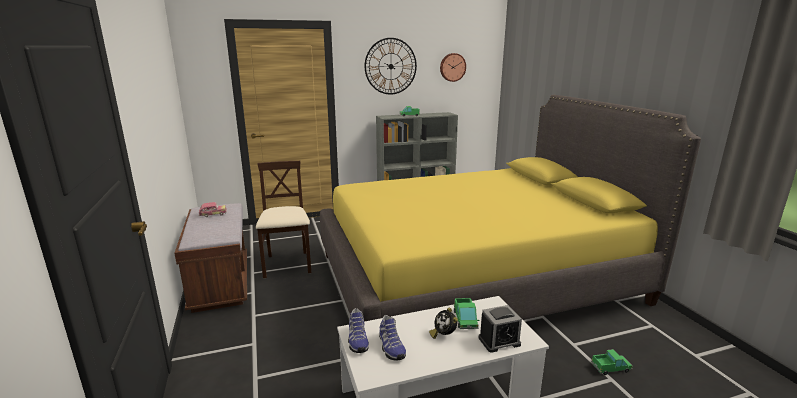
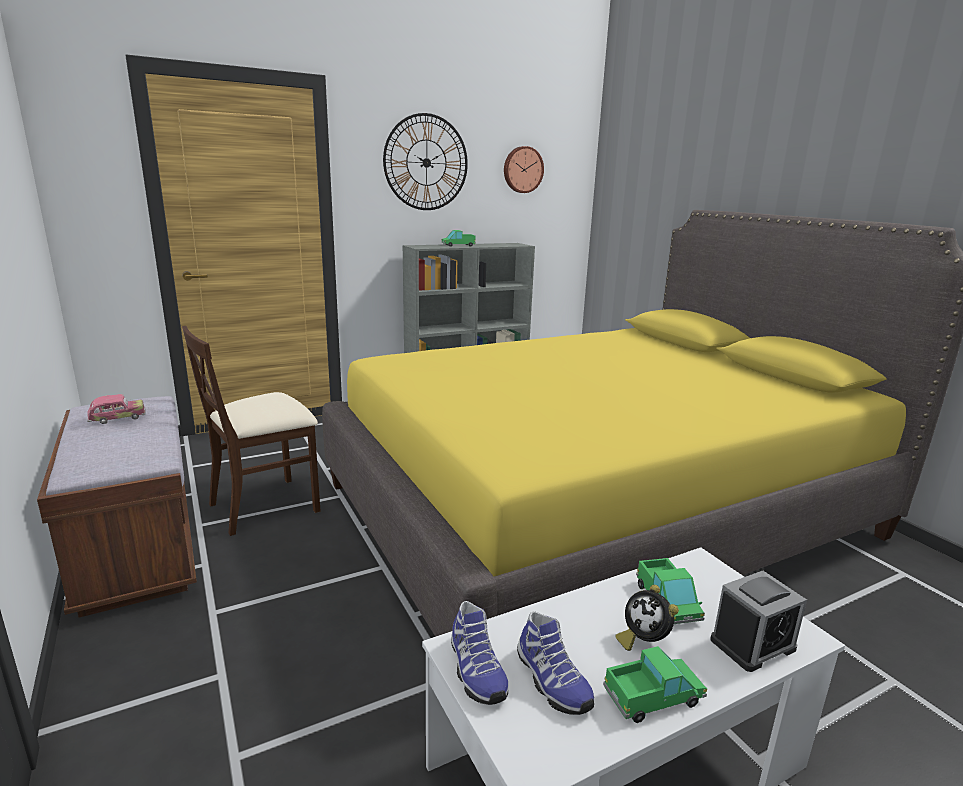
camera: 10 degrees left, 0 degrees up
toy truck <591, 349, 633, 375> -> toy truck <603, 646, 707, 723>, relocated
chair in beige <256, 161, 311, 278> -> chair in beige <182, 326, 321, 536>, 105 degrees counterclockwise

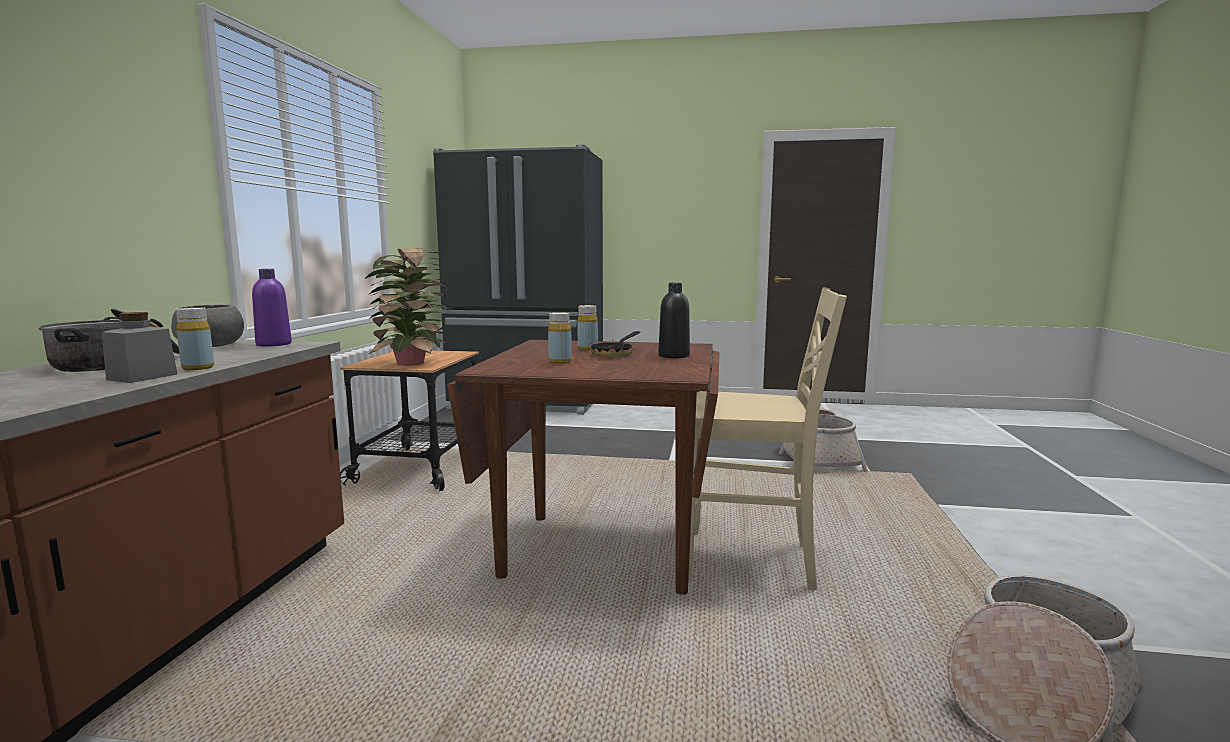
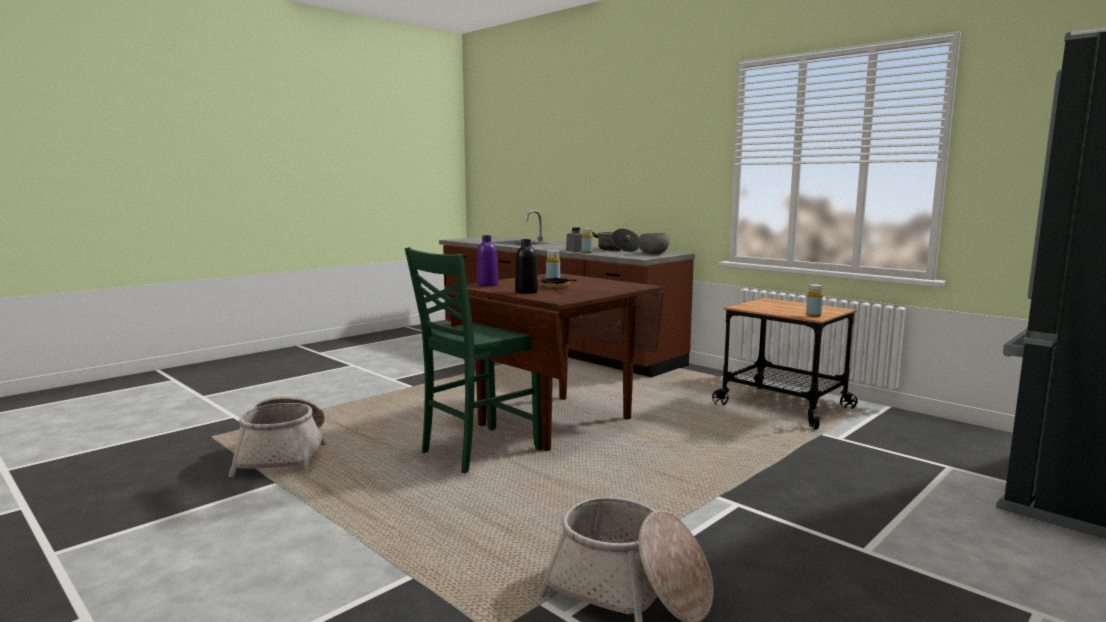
camera: 125 degrees right, 0 degrees up
potted plant <365, 248, 449, 366> -> none
bottle in purple <252, 269, 292, 347> -> bottle in purple <477, 235, 498, 286>, relocated
bottle in yellow-coloured <577, 305, 598, 350> -> bottle in yellow-coloured <806, 284, 823, 317>, relocated
chair in beige <688, 287, 847, 590> -> chair in green-coloured <405, 247, 542, 473>

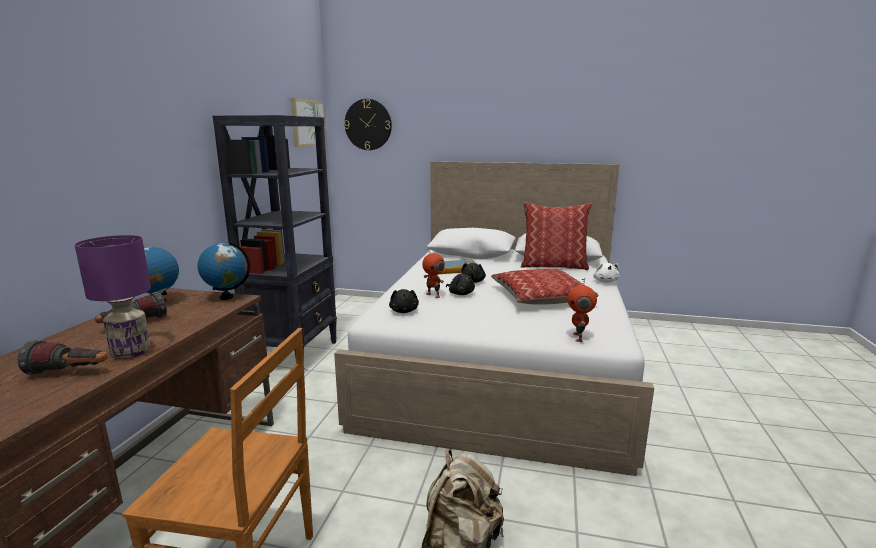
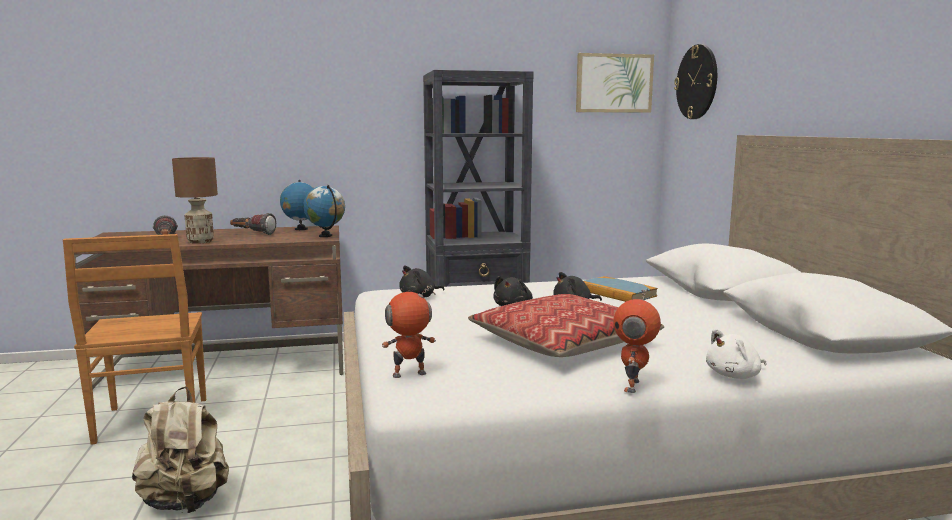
camera: 65 degrees right, 5 degrees down
cushion <521, 202, 592, 270> -> none
robot figure <422, 249, 445, 298> -> robot figure <613, 289, 661, 393>, relocated
tabletop lamp in purple <75, 235, 151, 359> -> tabletop lamp in brown <172, 157, 218, 244>

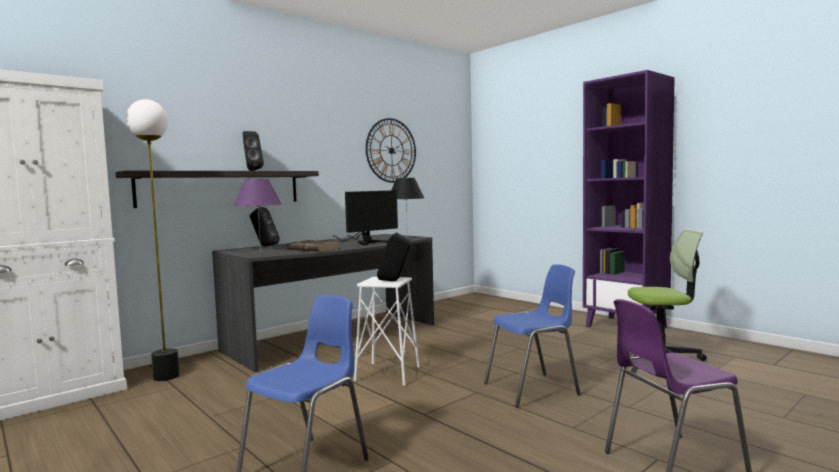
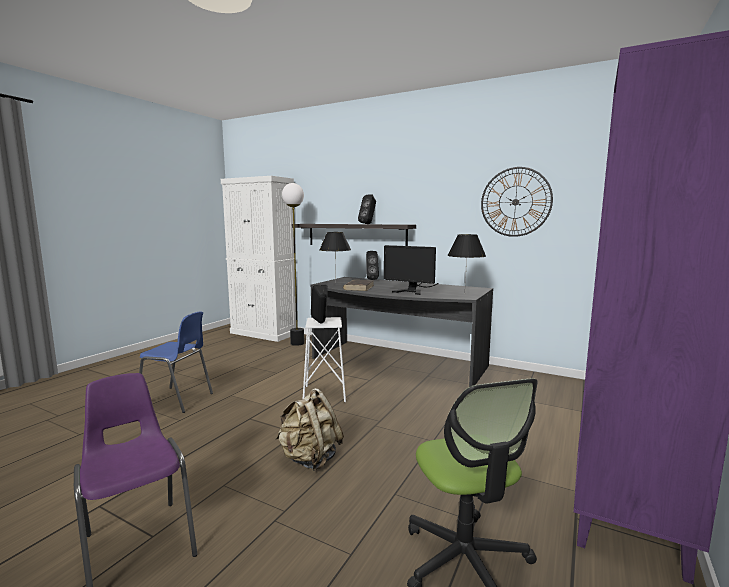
camera: 70 degrees right, 5 degrees up
chair in bluish <484, 264, 580, 408> -> backpack in beige <275, 388, 344, 471>
tabletop lamp in purple <234, 179, 281, 253> -> tabletop lamp in blackish <319, 232, 351, 283>

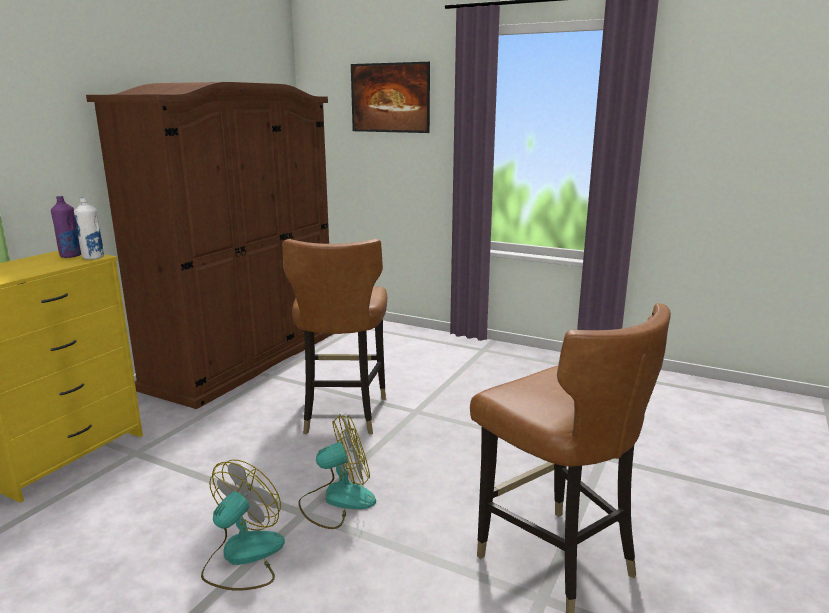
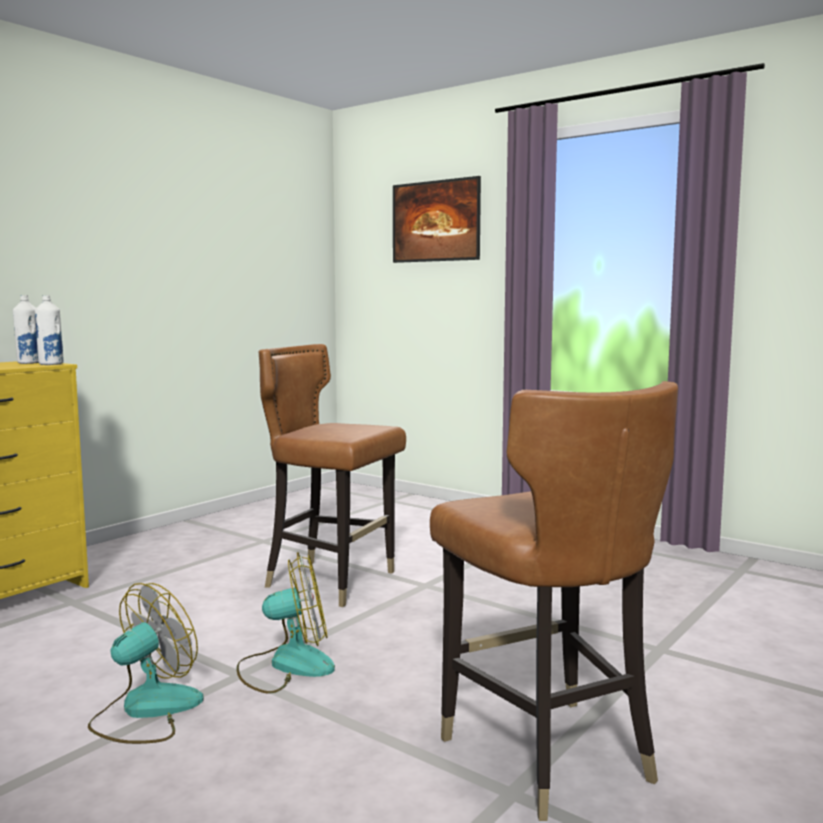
camera: 10 degrees right, 10 degrees down
clothes cupboard in brown <86, 82, 333, 409> -> none
bottle in purple <51, 196, 81, 258> -> bottle in white <13, 295, 39, 364>
chair in brown <282, 239, 387, 435> -> chair in brown <258, 344, 406, 607>, 105 degrees clockwise

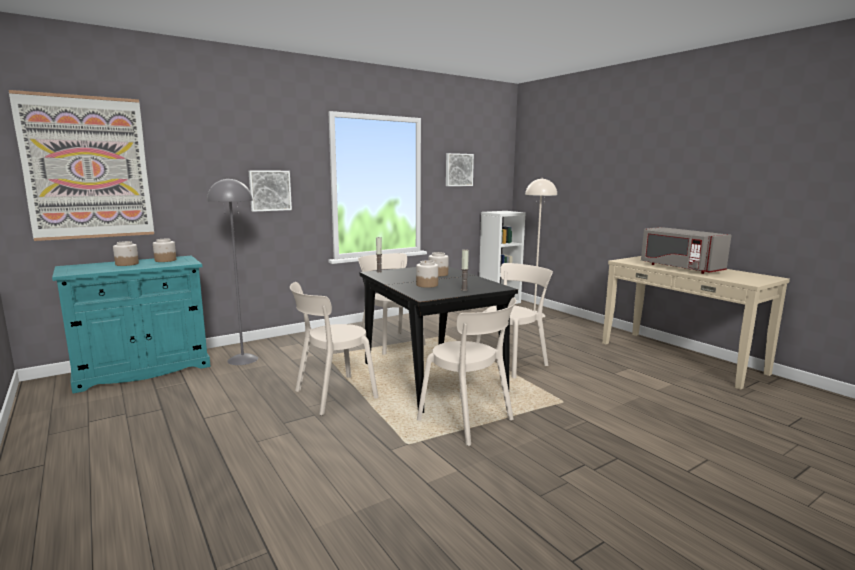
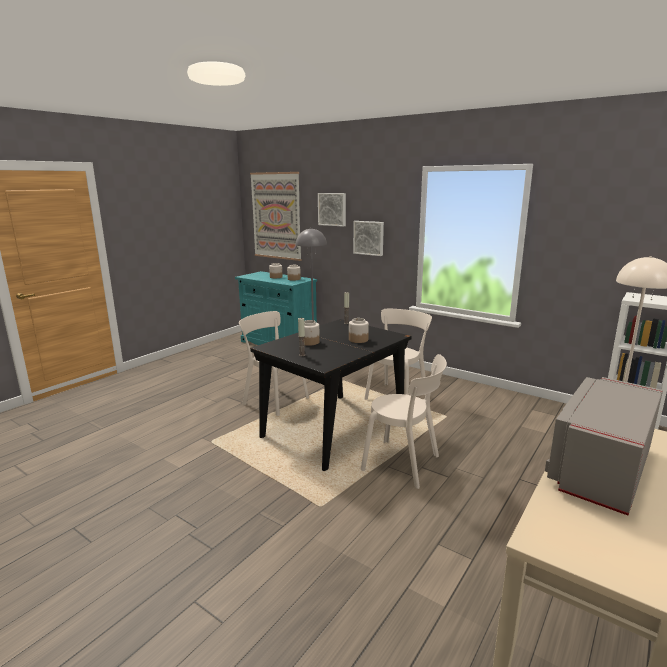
camera: 70 degrees right, 5 degrees up
chair in beige <417, 298, 516, 446> -> none
wall picture <446, 153, 474, 186> -> wall picture <318, 193, 346, 227>, relocated

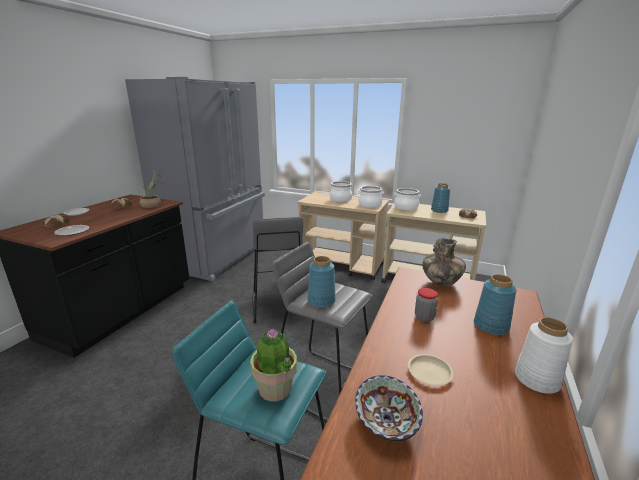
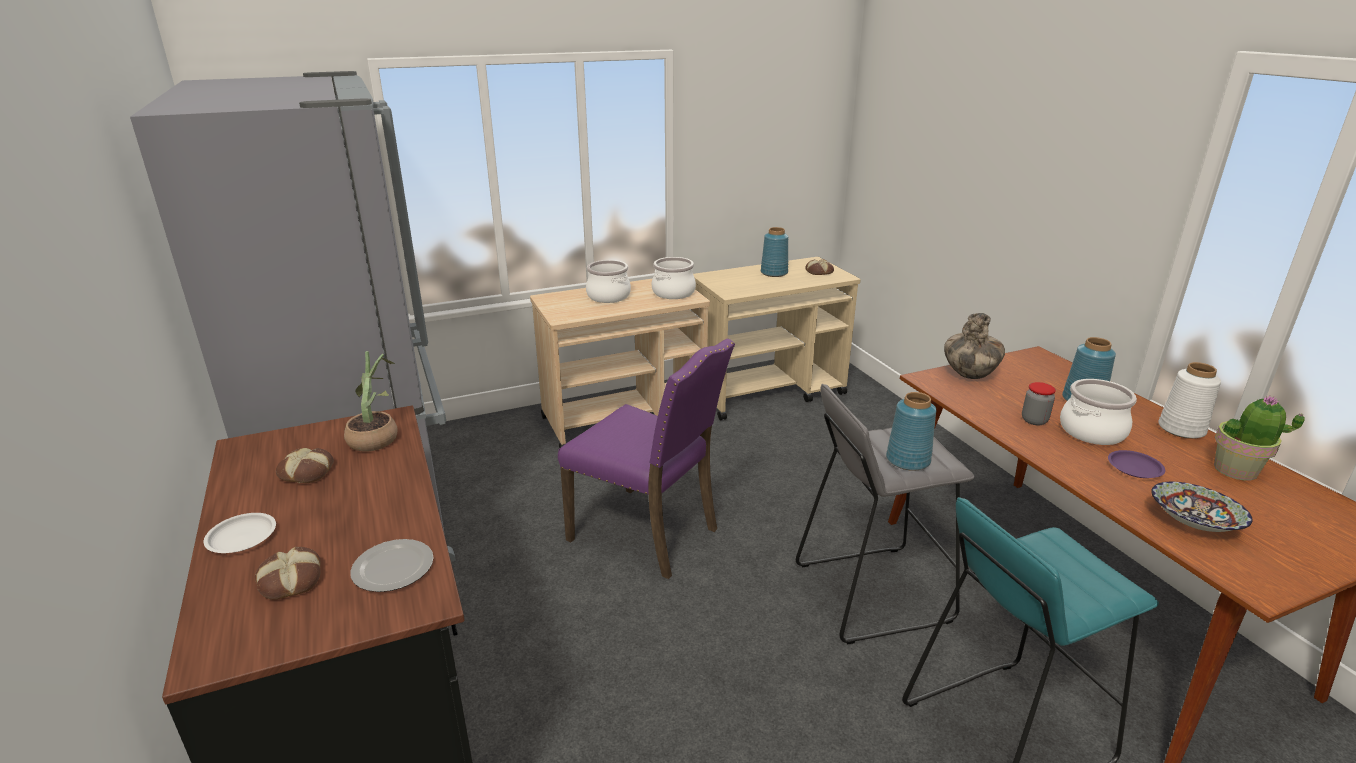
camera: 45 degrees left, 5 degrees up
potted plant <250, 328, 297, 401> -> potted plant <1214, 396, 1305, 480>, relocated
cooking pot <394, 188, 421, 210> -> cooking pot <1060, 379, 1137, 445>, relocated
stool seat in grey <252, 217, 308, 323> -> chair in purple <558, 338, 735, 579>
flat dish in beige <408, 354, 454, 385> -> flat dish in purple <1108, 450, 1165, 478>

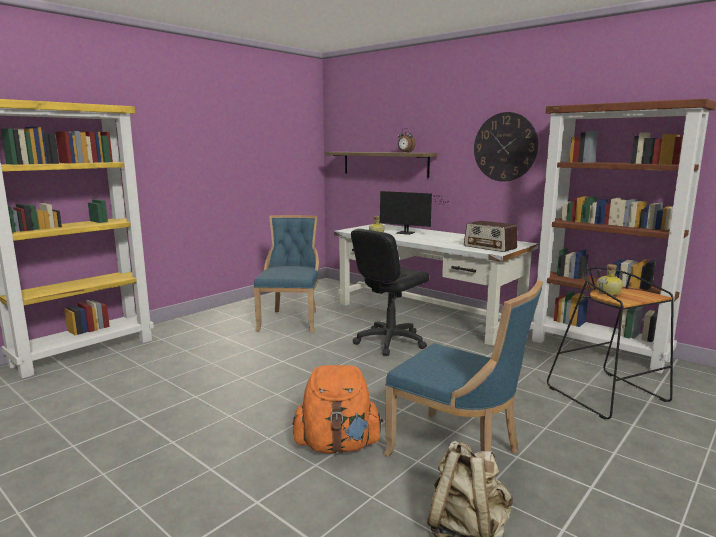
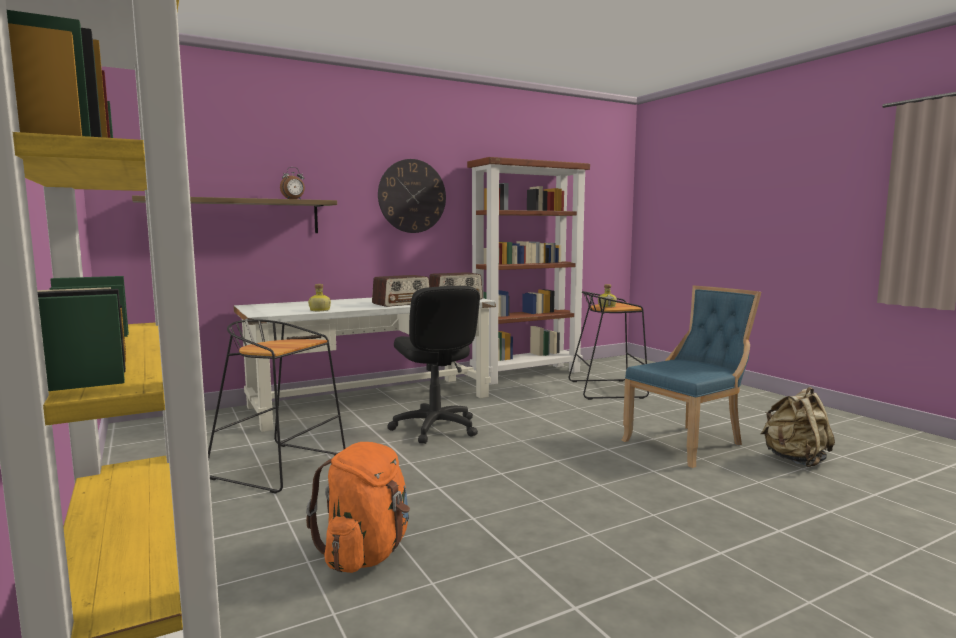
camera: 70 degrees left, 5 degrees down
monitor <380, 191, 446, 235> -> none
none -> radio set <372, 275, 430, 307>
backpack in orange-coloured <293, 365, 383, 454> -> backpack in orange-coloured <306, 442, 410, 573>, relocated
chair in bluish <254, 215, 319, 333> -> stool seat in blackish <208, 319, 346, 494>

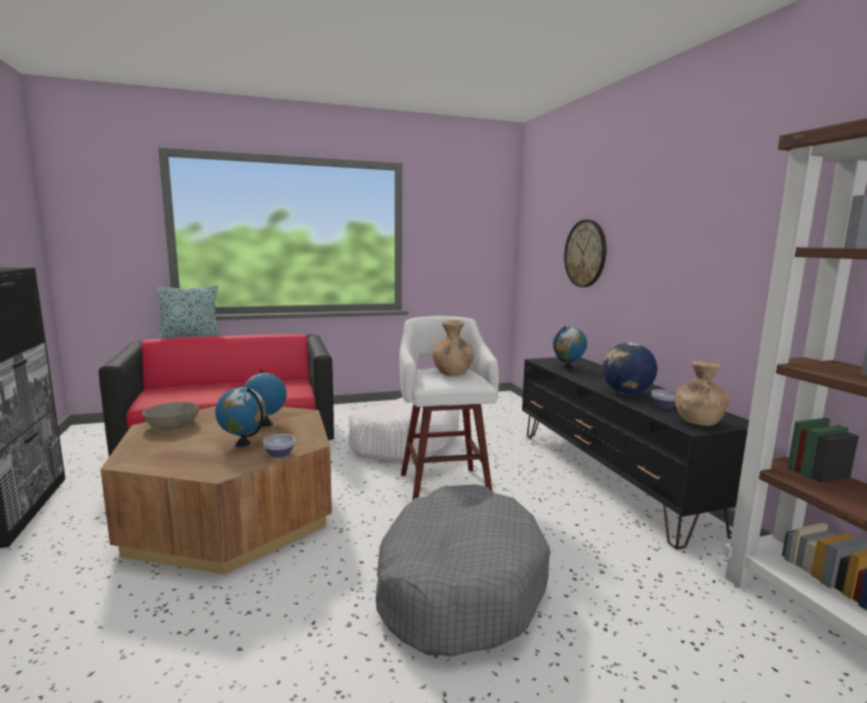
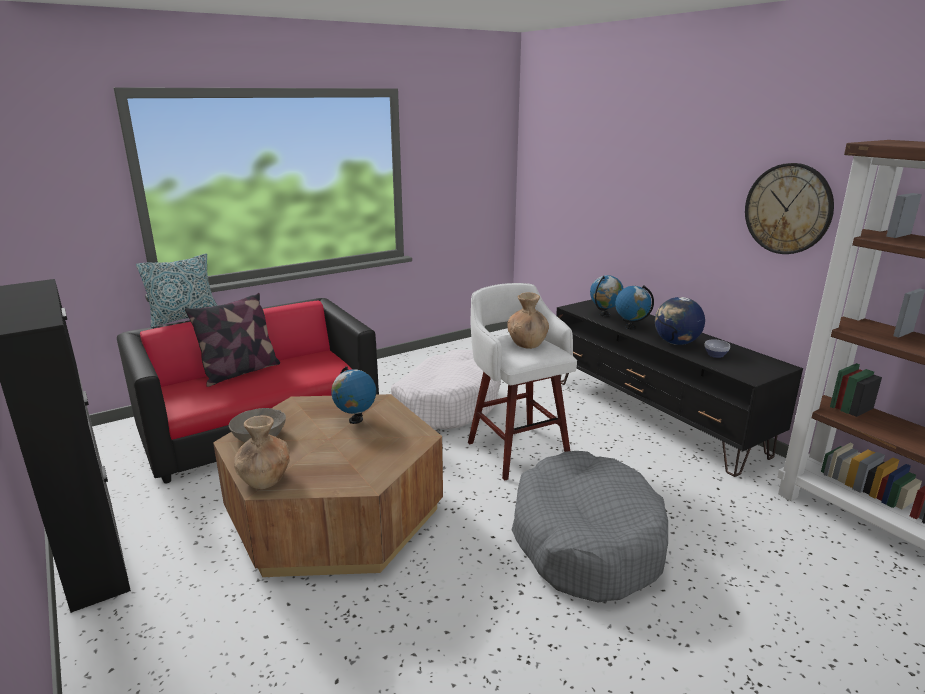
camera: 15 degrees left, 10 degrees up
bowl <263, 434, 295, 458> -> none
none -> cushion <185, 293, 280, 387>
desk globe <215, 387, 266, 447> -> desk globe <615, 285, 654, 330>, relocated
clock on the wall <564, 219, 606, 287> -> clock on the wall <745, 163, 834, 254>, relocated
flower vase in brown <674, 361, 729, 426> -> flower vase in brown <234, 415, 290, 489>, relocated

